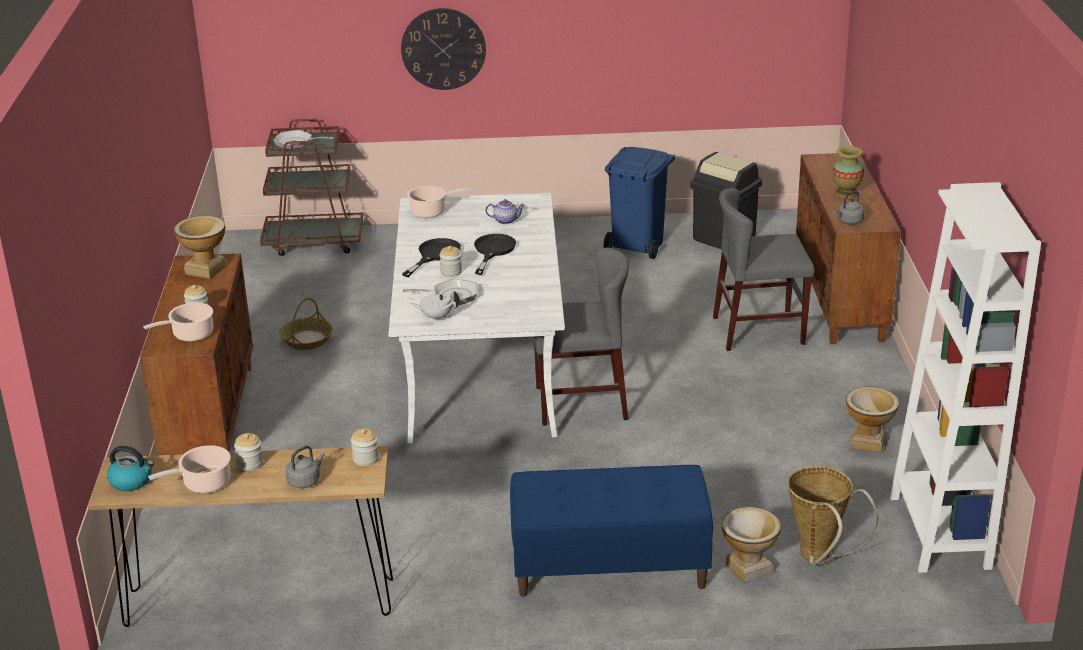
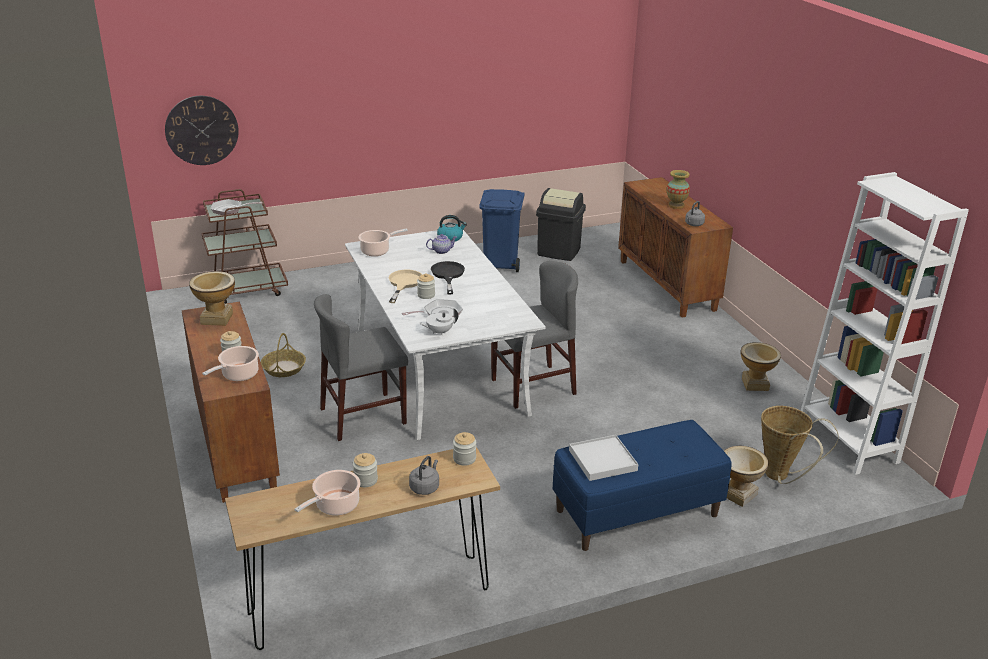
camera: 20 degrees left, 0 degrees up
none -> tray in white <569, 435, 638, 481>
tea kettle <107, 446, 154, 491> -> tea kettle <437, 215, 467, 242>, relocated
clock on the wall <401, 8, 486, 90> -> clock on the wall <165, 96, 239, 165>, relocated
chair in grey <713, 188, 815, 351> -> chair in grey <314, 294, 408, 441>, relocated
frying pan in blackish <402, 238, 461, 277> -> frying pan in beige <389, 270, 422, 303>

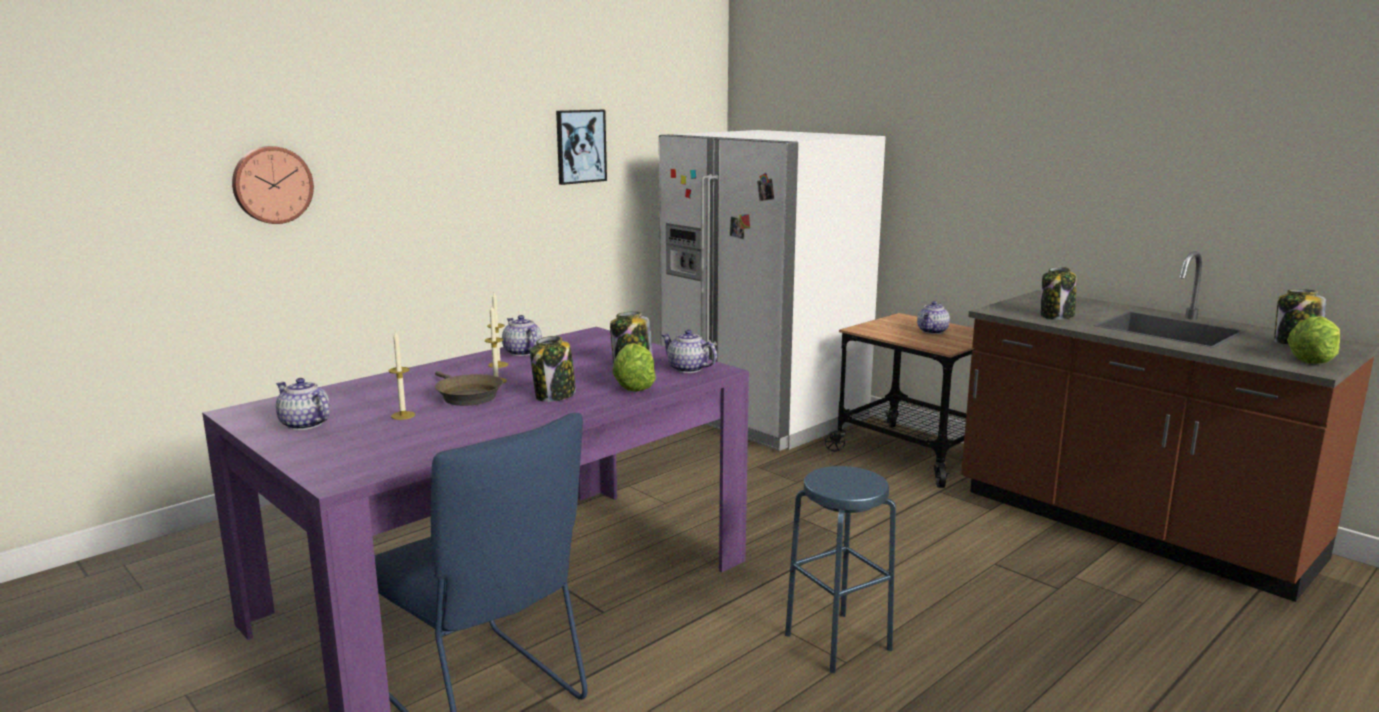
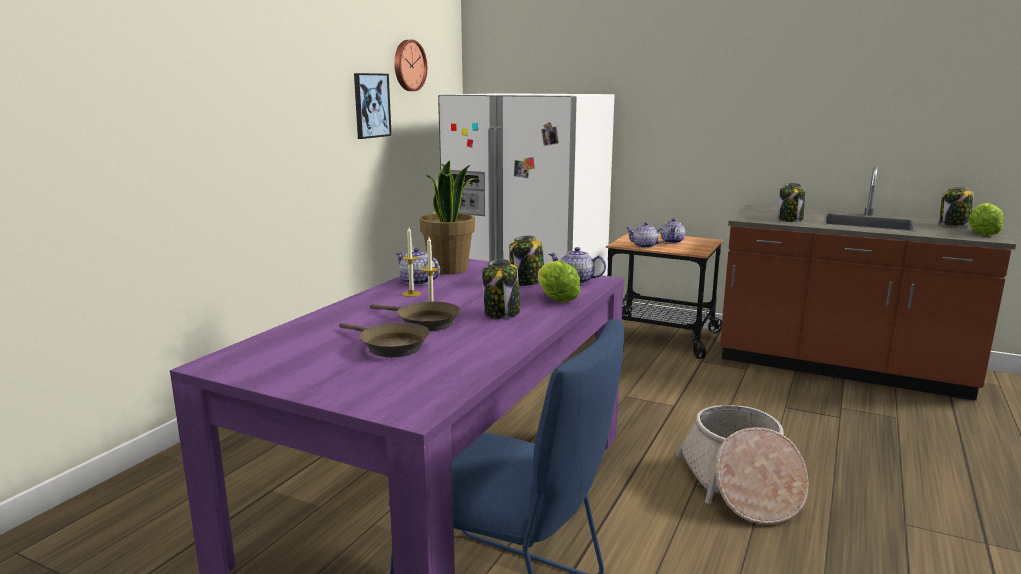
camera: 20 degrees left, 0 degrees up
none -> potted plant <420, 160, 481, 274>
clock on the wall <232, 146, 314, 224> -> clock on the wall <394, 40, 427, 91>, relocated
teapot <276, 378, 330, 430> -> teapot <625, 222, 667, 248>, relocated
candle <389, 330, 415, 420> -> frying pan in brown <339, 323, 430, 357>
stool seat in bluish <785, 466, 896, 673> -> basket <676, 405, 808, 524>

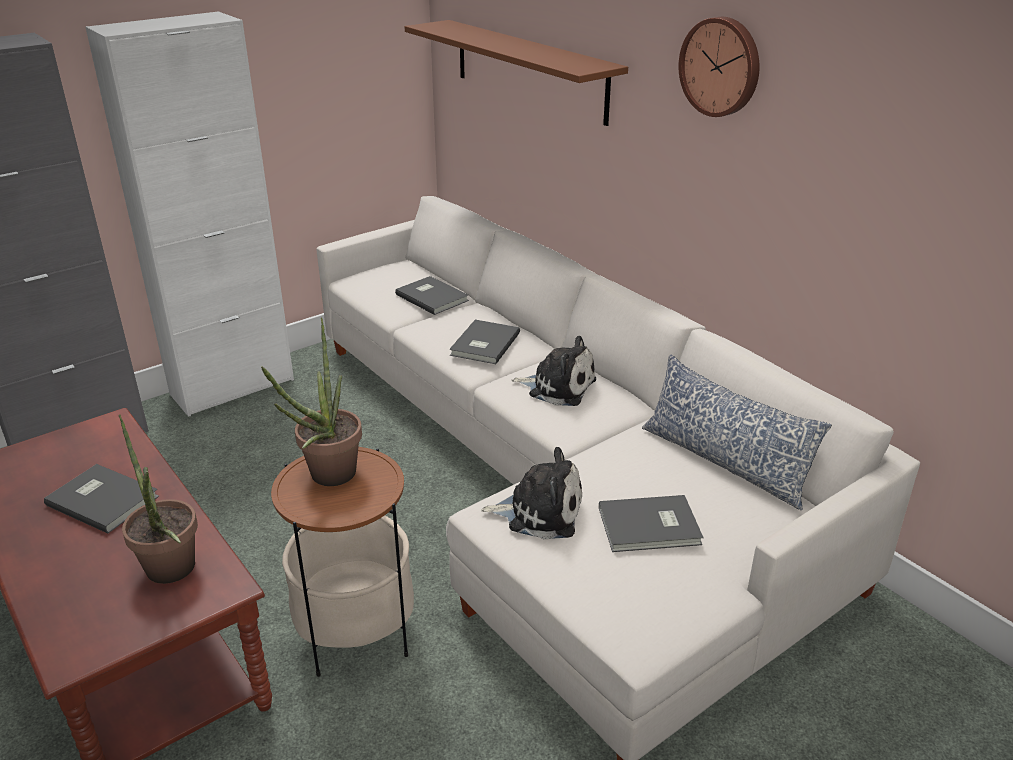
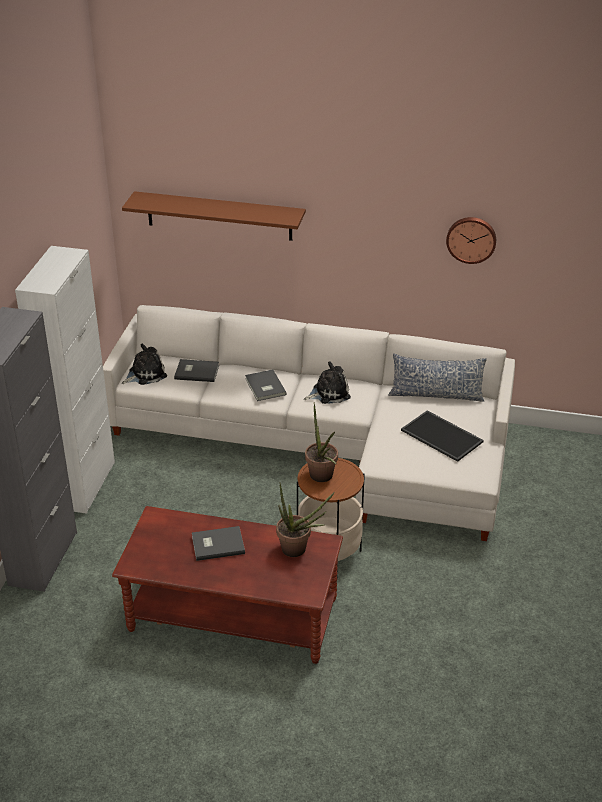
camera: 40 degrees left, 5 degrees up
soft toy <481, 447, 582, 540> -> soft toy <122, 344, 167, 385>, relocated
clock on the wall <679, 17, 760, 117> -> clock on the wall <446, 217, 496, 264>, relocated
bound book in grey <599, 495, 703, 552> -> tray <401, 410, 484, 462>

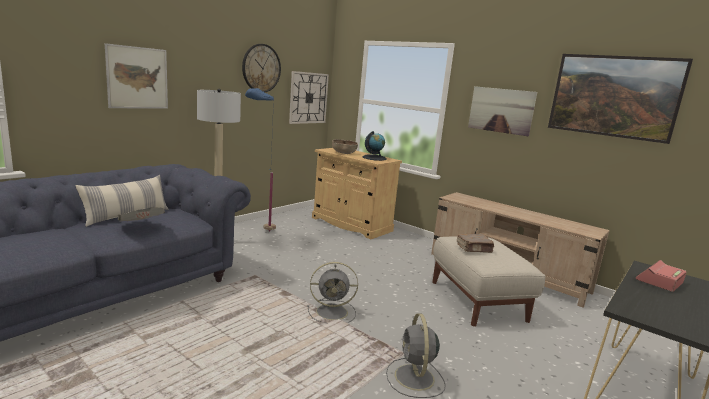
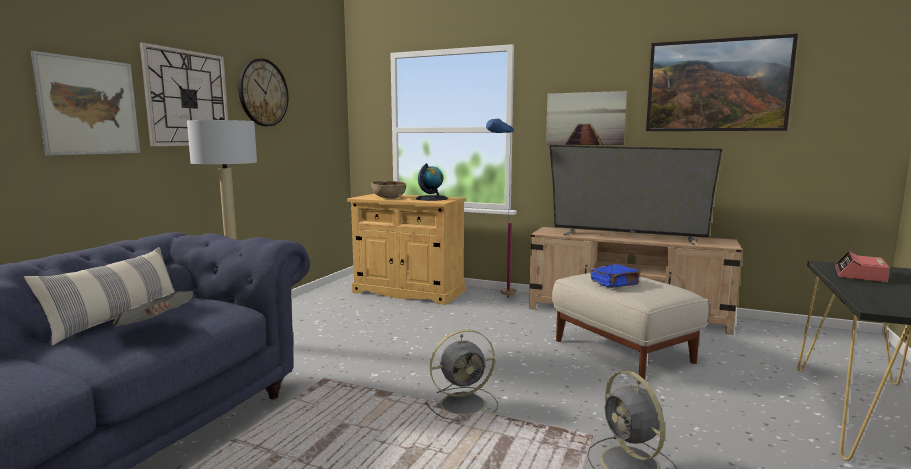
camera: 15 degrees left, 5 degrees down
none -> TV <549, 145, 722, 245>
standing lamp in bluish <245, 88, 276, 231> -> standing lamp in bluish <486, 119, 516, 298>, relocated
clock on the wall <289, 71, 329, 124> -> clock on the wall <140, 42, 228, 146>, relocated
bound book in brown <457, 234, 494, 253> -> bound book in bluish <591, 264, 640, 288>

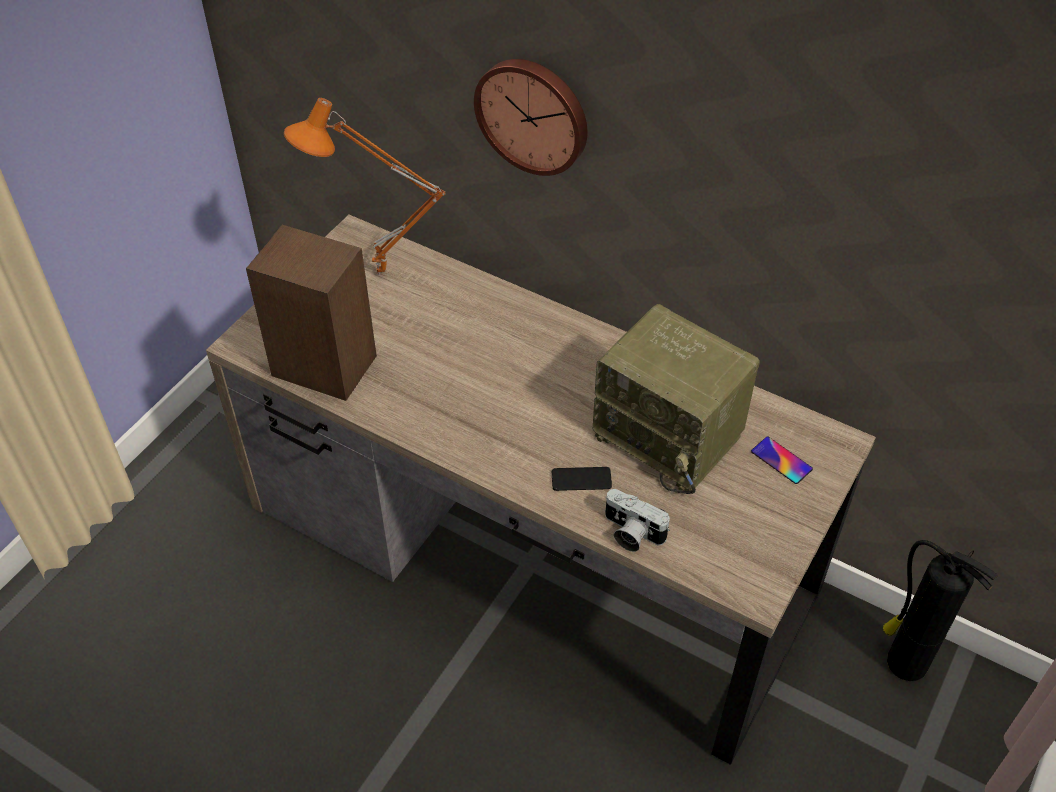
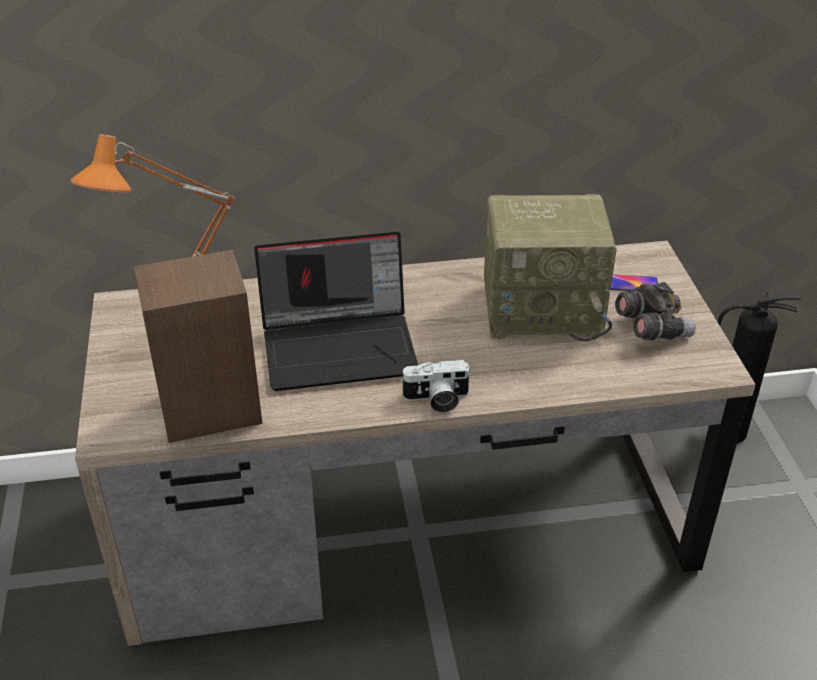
camera: 40 degrees left, 10 degrees down
clock on the wall <474, 59, 588, 176> -> none
phone <552, 467, 612, 491> -> none
none -> notebook computer <254, 232, 418, 391>
none -> field glasses in grey <615, 282, 696, 340>
still camera <605, 489, 670, 552> -> still camera <400, 360, 472, 413>, relocated

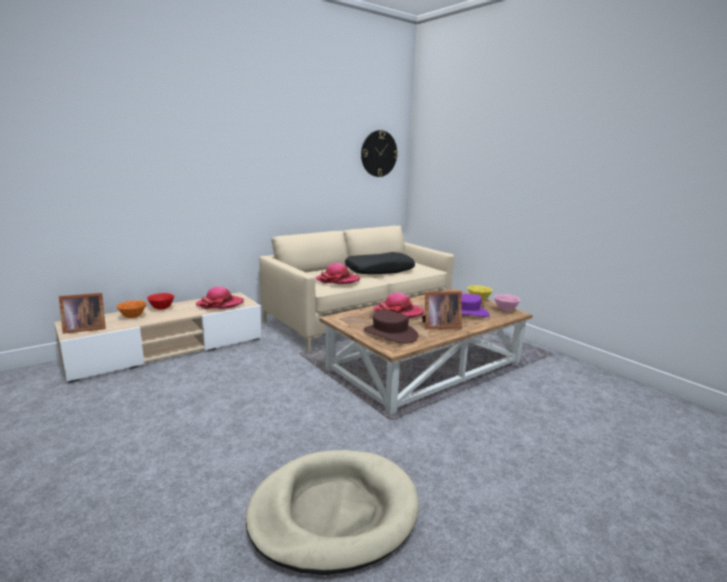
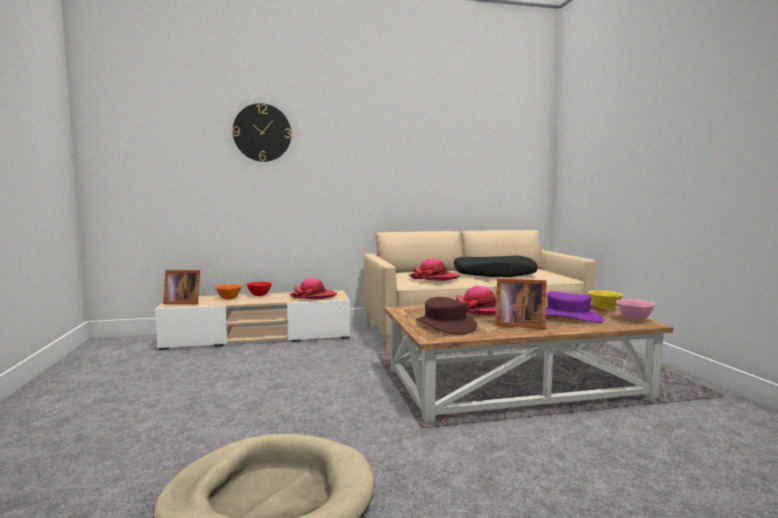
camera: 25 degrees right, 10 degrees down
clock on the wall <361, 130, 398, 177> -> clock on the wall <233, 103, 291, 162>, relocated

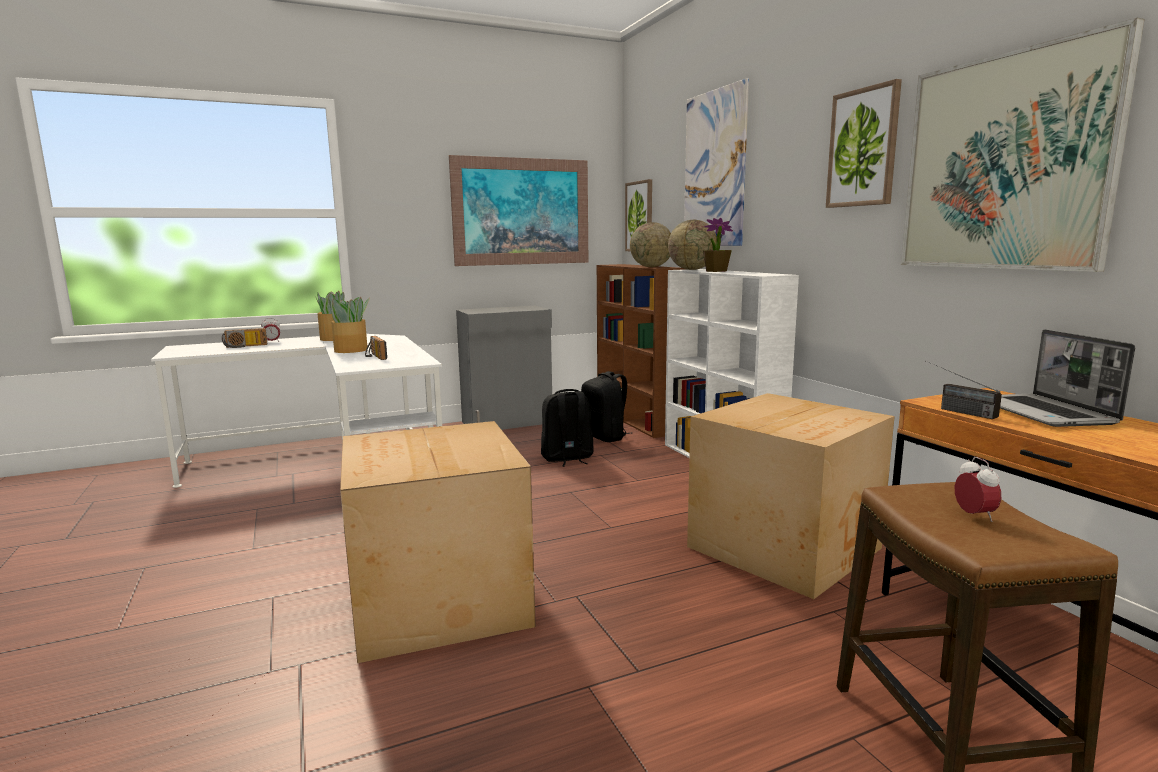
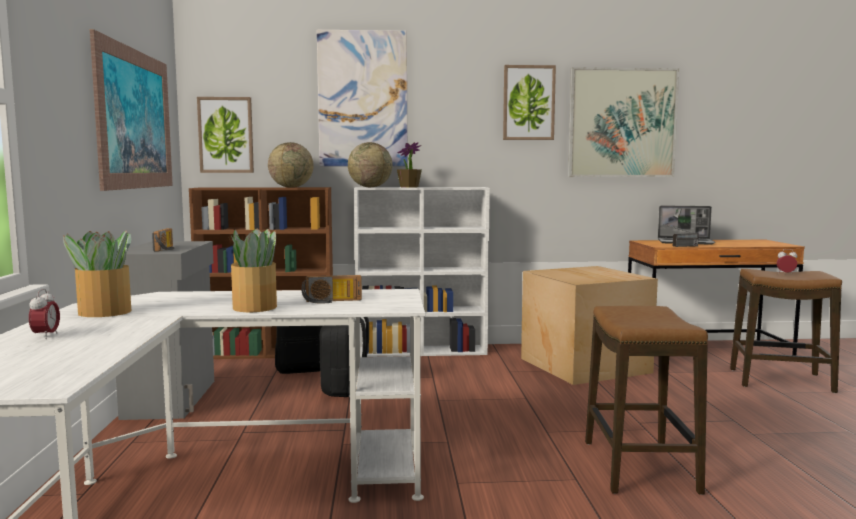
camera: 70 degrees left, 5 degrees down
radio set <222, 328, 267, 348> -> radio set <152, 228, 174, 251>, relocated
carton <340, 421, 536, 663> -> stool seat <585, 306, 708, 495>

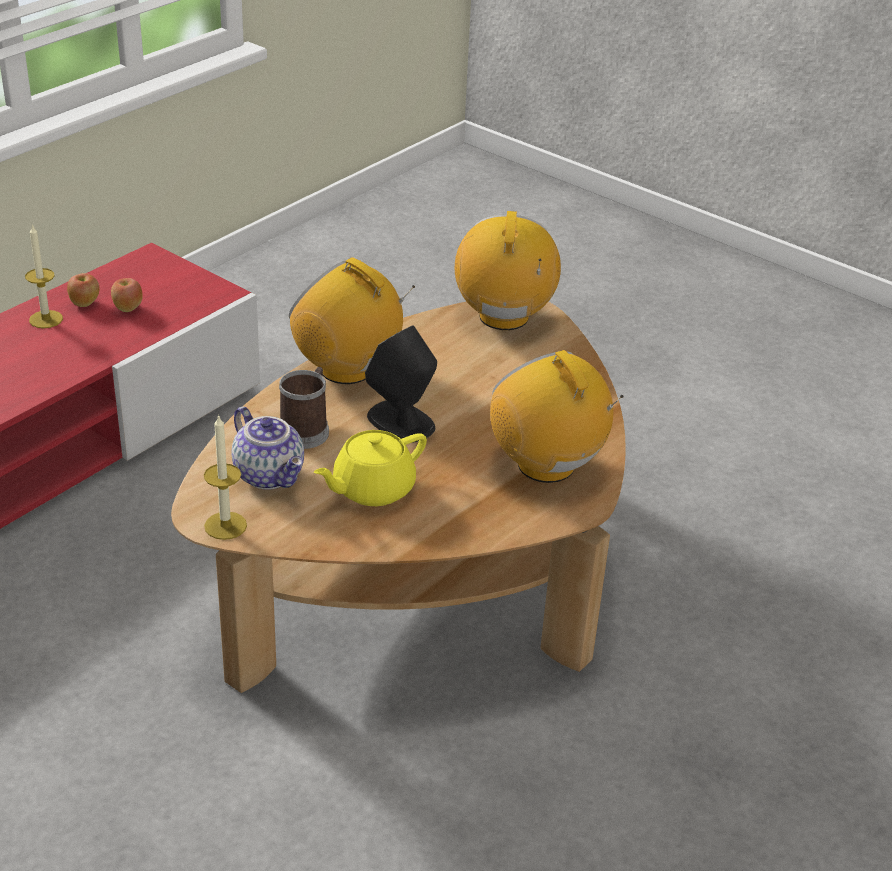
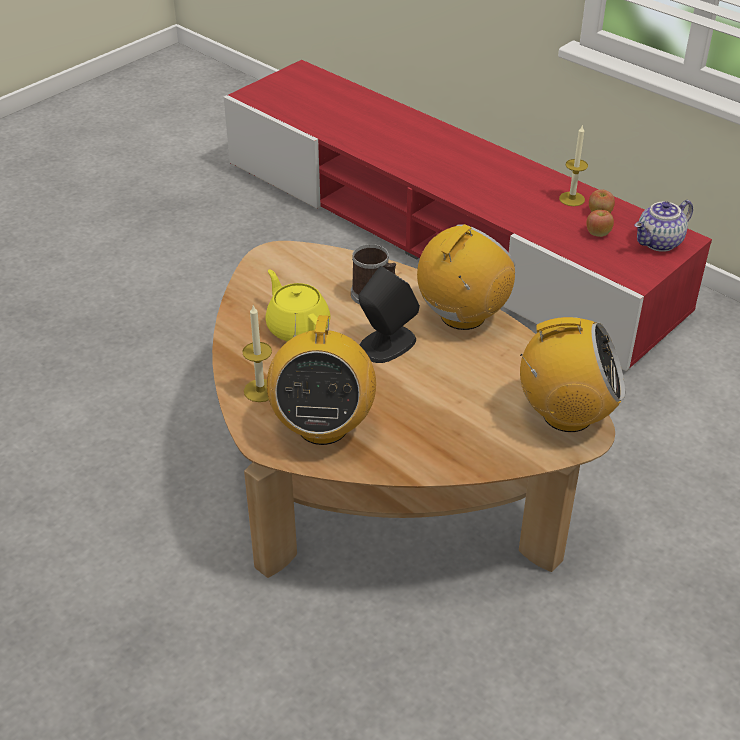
camera: 95 degrees right, 5 degrees up
candle <204, 414, 247, 540> -> candle <242, 305, 272, 402>, relocated
teapot <232, 406, 304, 490> -> teapot <634, 200, 693, 252>, relocated
radio set <490, 350, 623, 483> -> radio set <267, 313, 376, 445>, 120 degrees clockwise

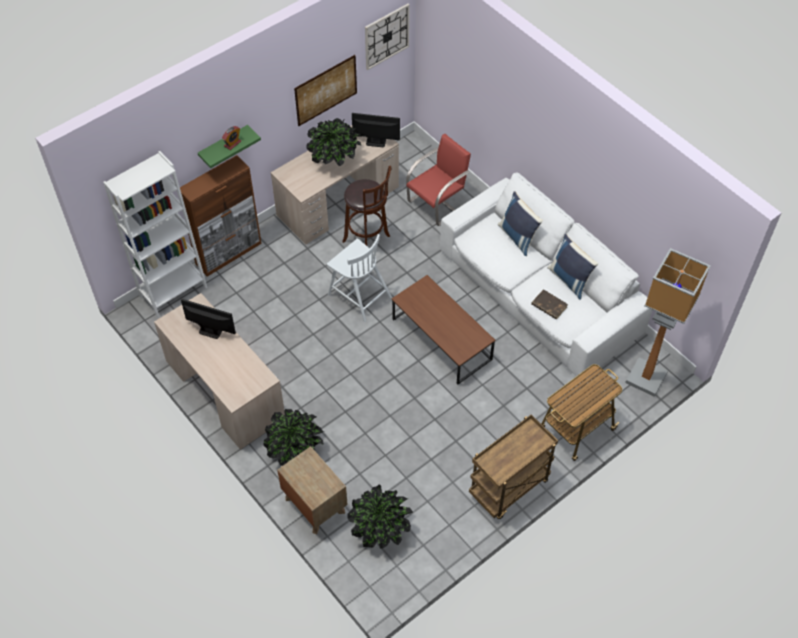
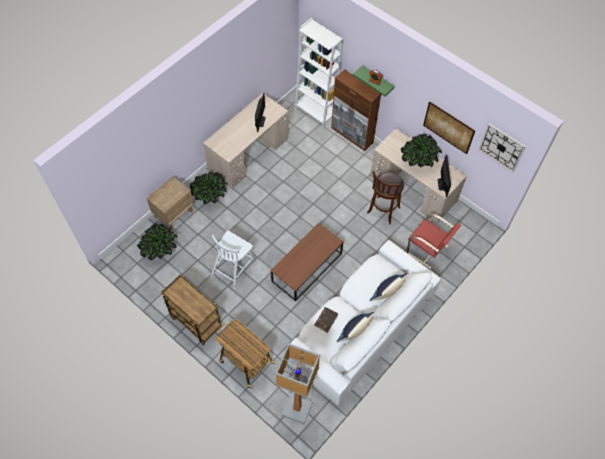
camera: 80 degrees right, 5 degrees up
chair in white <327, 234, 392, 322> -> chair in white <211, 230, 256, 289>, relocated

